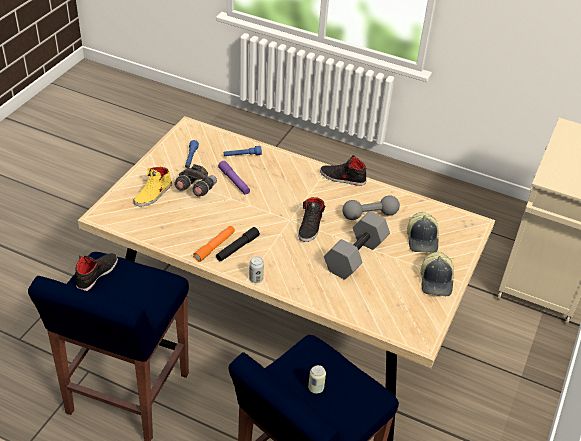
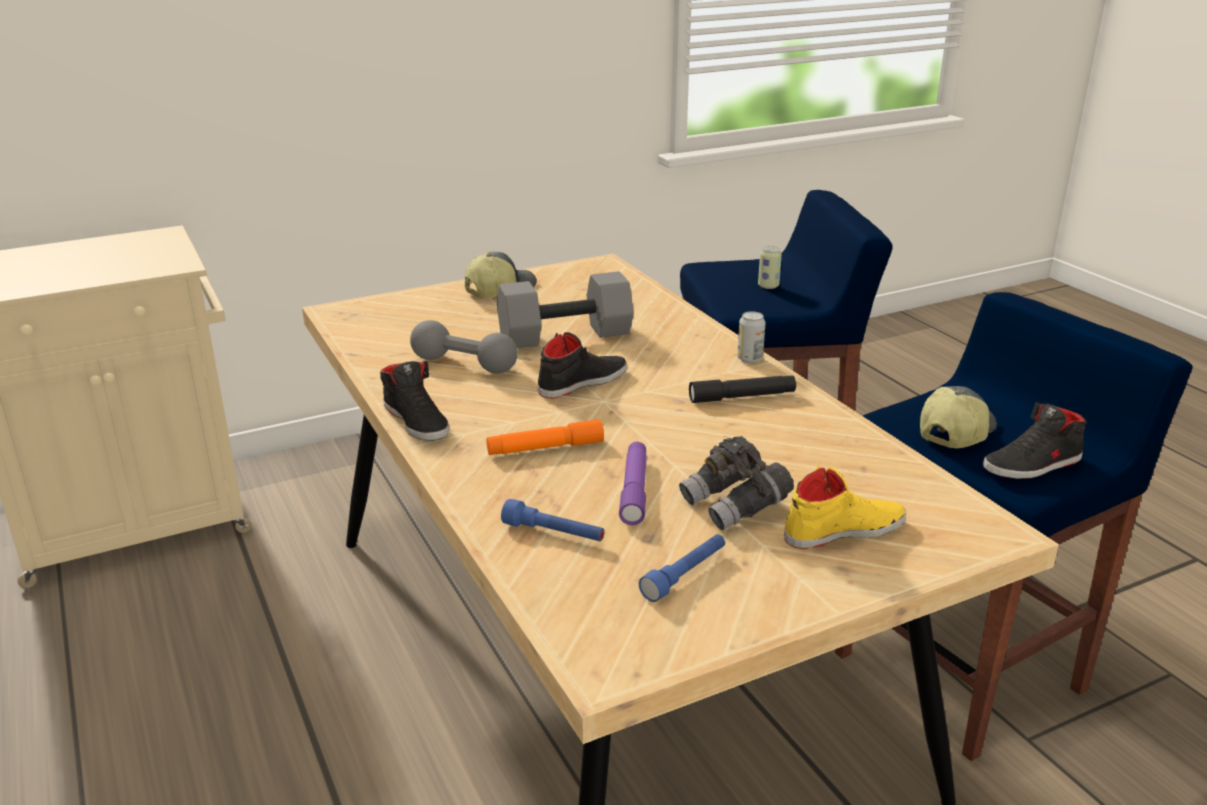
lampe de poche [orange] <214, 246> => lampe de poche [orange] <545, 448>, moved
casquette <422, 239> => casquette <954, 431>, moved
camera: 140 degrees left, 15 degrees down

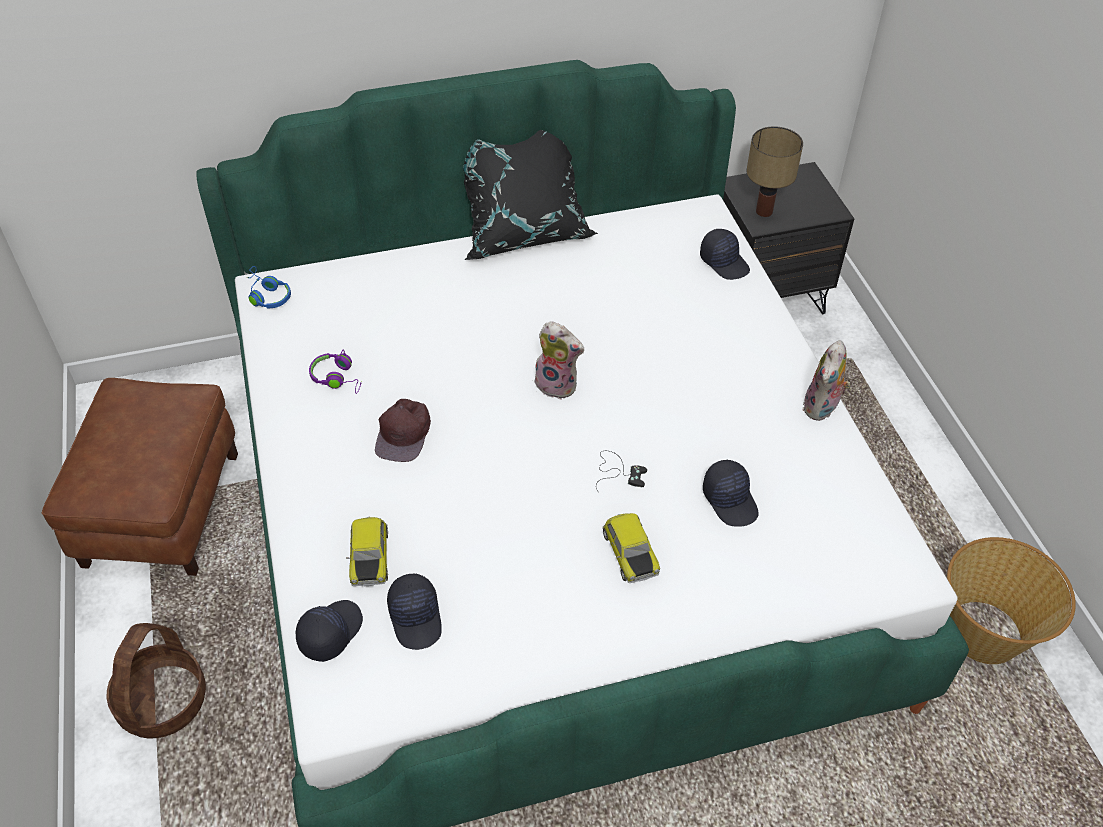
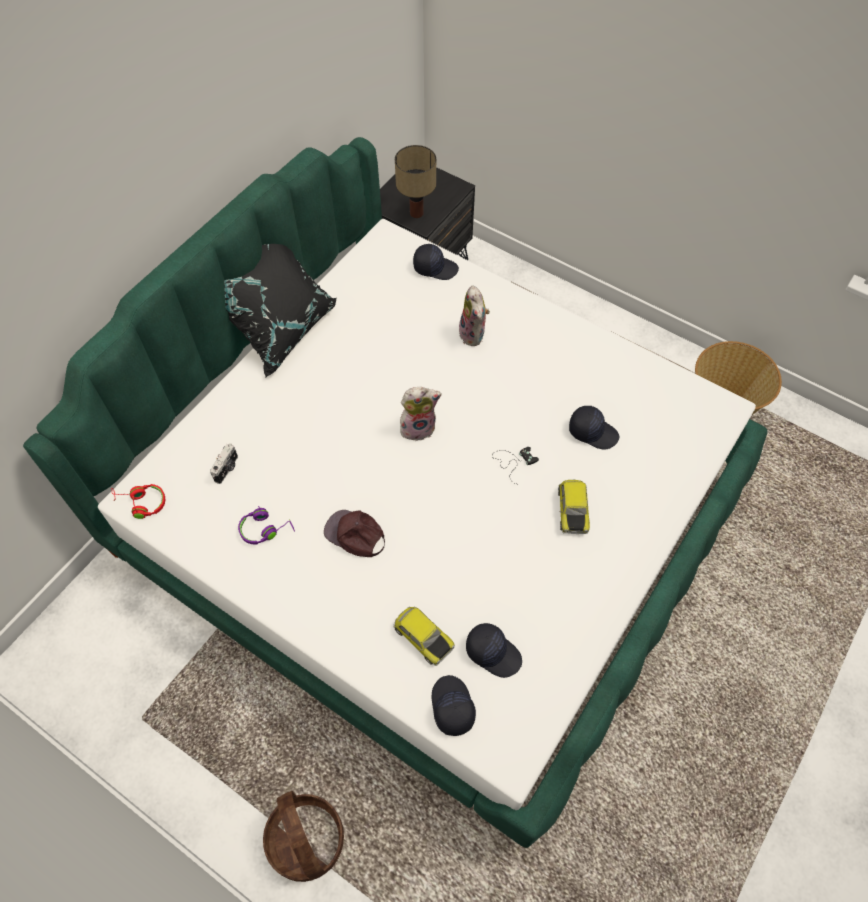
pouf [marron] <161, 508> => nothing
nothing => appareil photo <227, 469>
peluche <822, 408> => peluche <474, 334>, moved
casque audio [bleu] <267, 295> => casque audio [rouge] <141, 503>
casquette [marron] <404, 433> => casquette [marron] <355, 535>, 150 degrees clockwise
petite voiture <629, 553> => petite voiture <572, 510>, 60 degrees clockwise
camera: 40 degrees left, 10 degrees up

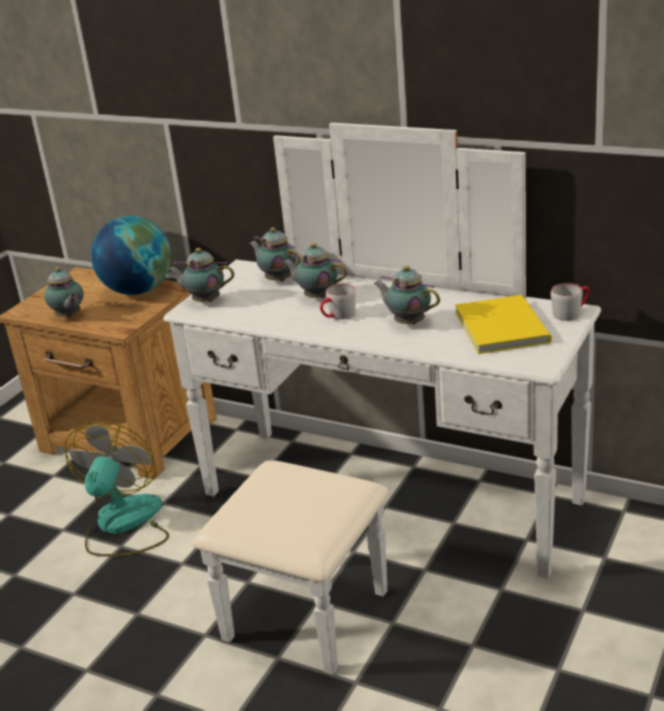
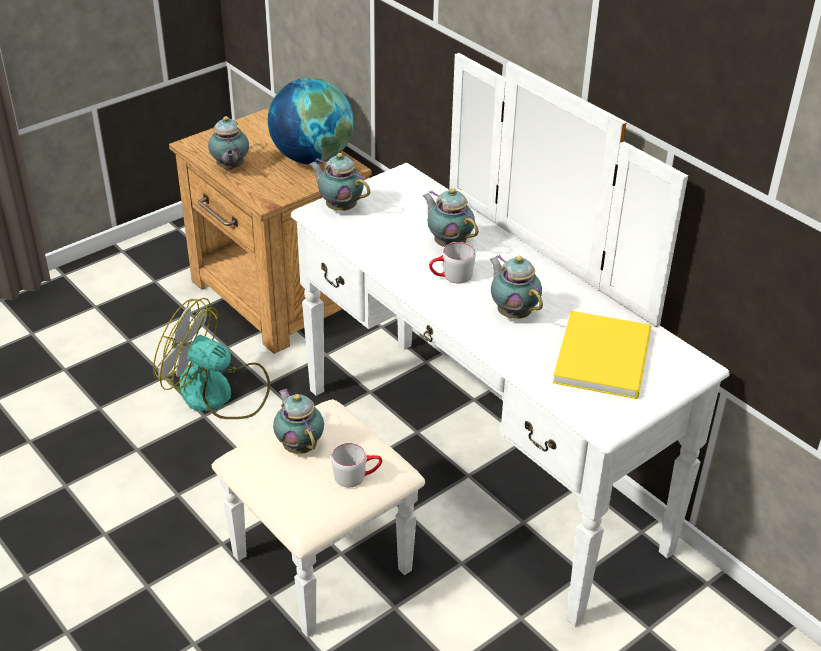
théière <278, 279> => théière <299, 445>, moved
mug [gris] <571, 312> => mug [gris] <357, 476>, moved
ventilateur <122, 525> => ventilateur <218, 393>, 105 degrees counterclockwise
camera: 20 degrees right, 10 degrees up

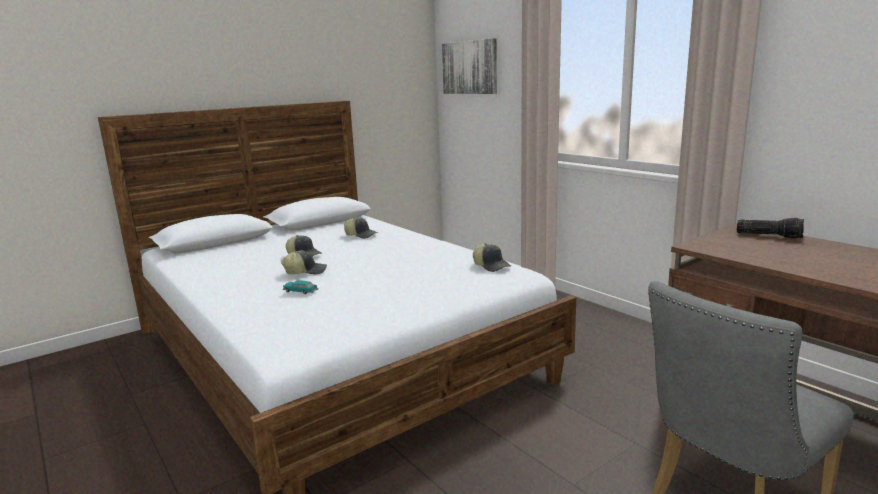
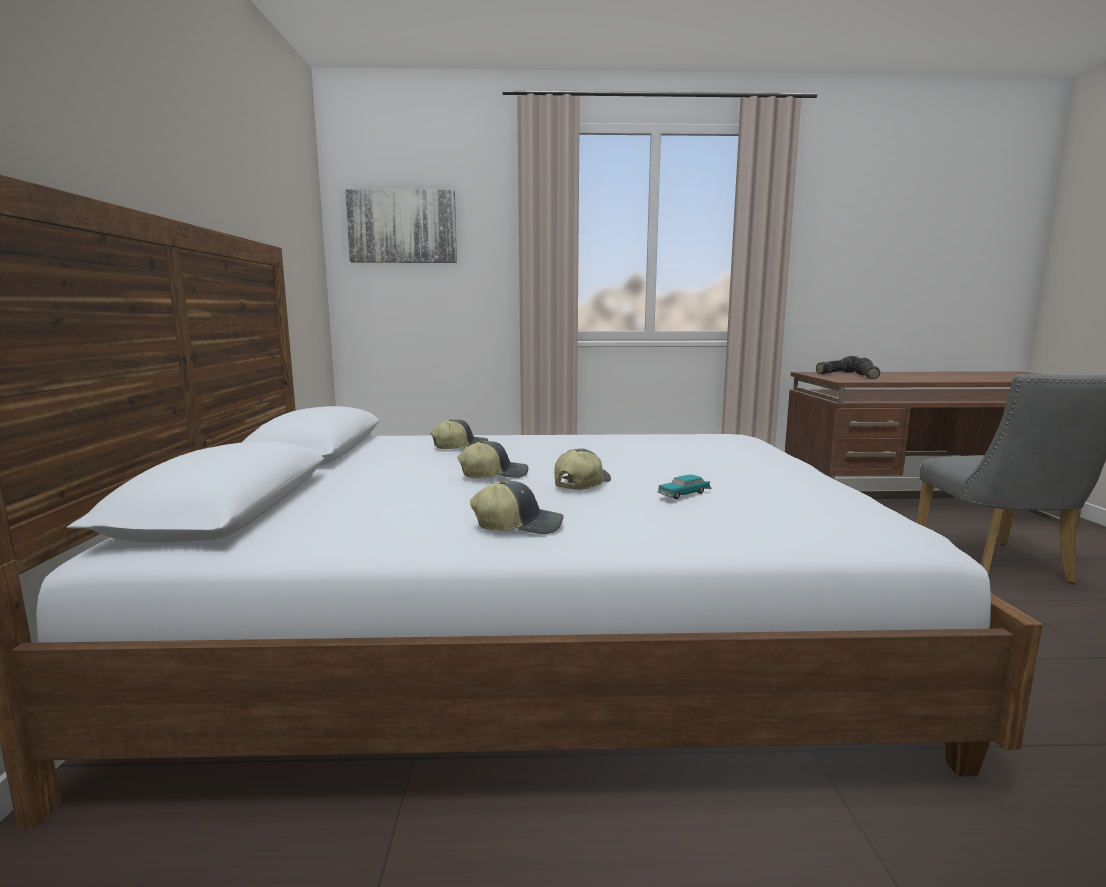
nothing => lampe de poche <865, 377>
casquette <491, 266> => casquette <519, 526>, moved
camera: 55 degrees left, 5 degrees down

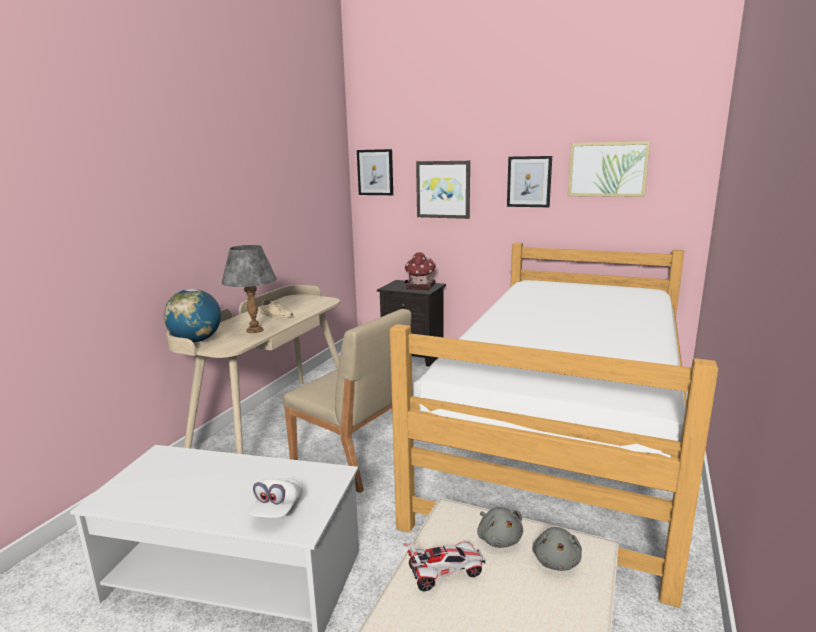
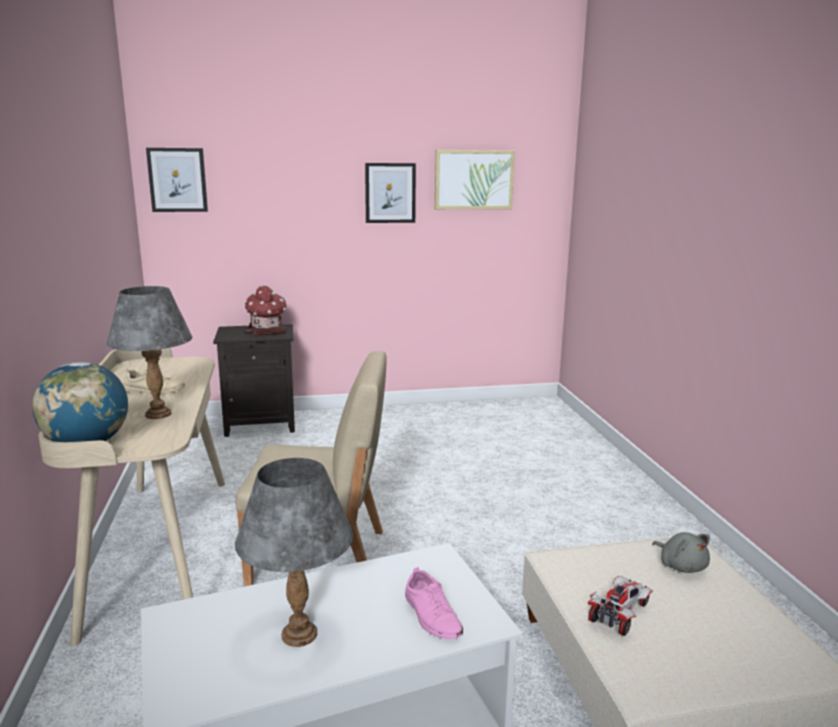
lit <564, 438> => nothing
tableau <443, 189> => nothing
peluche [gris] <498, 538> => nothing
nothing => lampe de table [gris] <300, 634>
casquette [blanc] <277, 510> => chaussure [rose] <432, 615>
camera: 35 degrees left, 0 degrees up

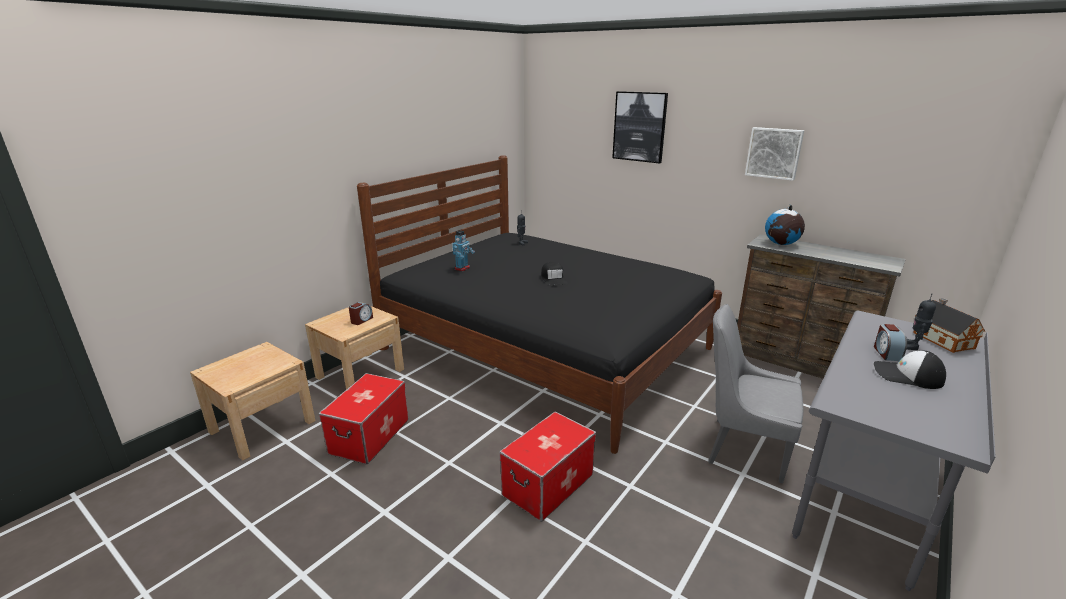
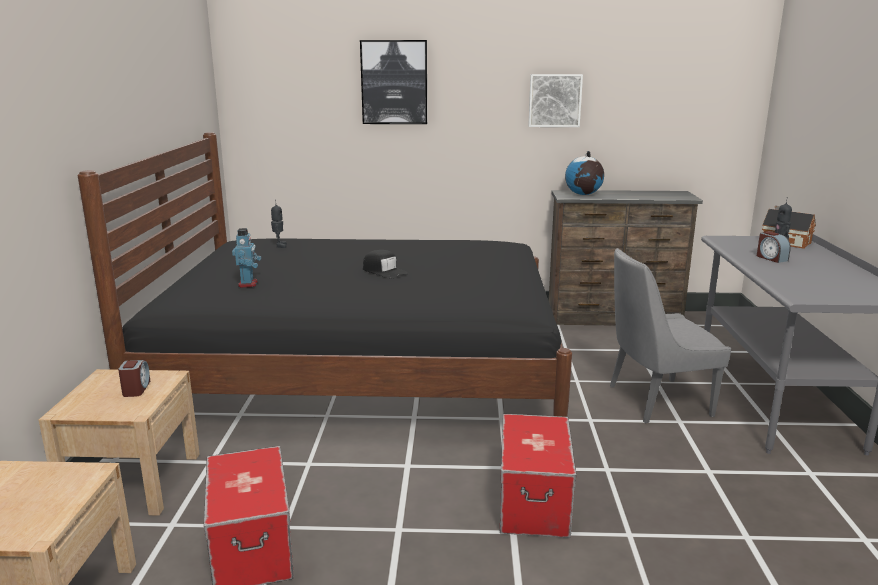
casquette <907, 375> => nothing
camera: 35 degrees left, 5 degrees down

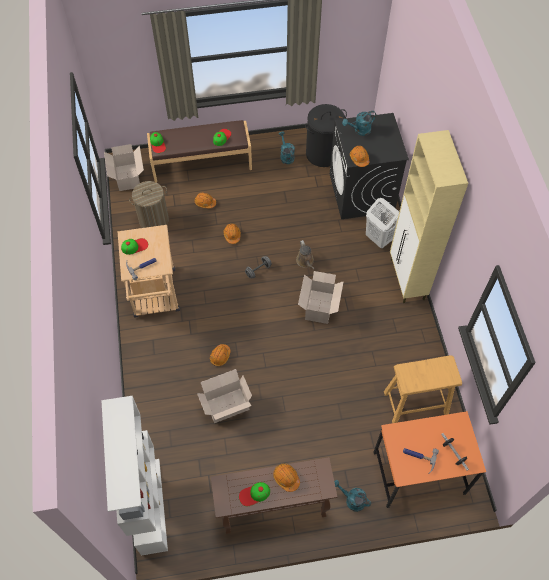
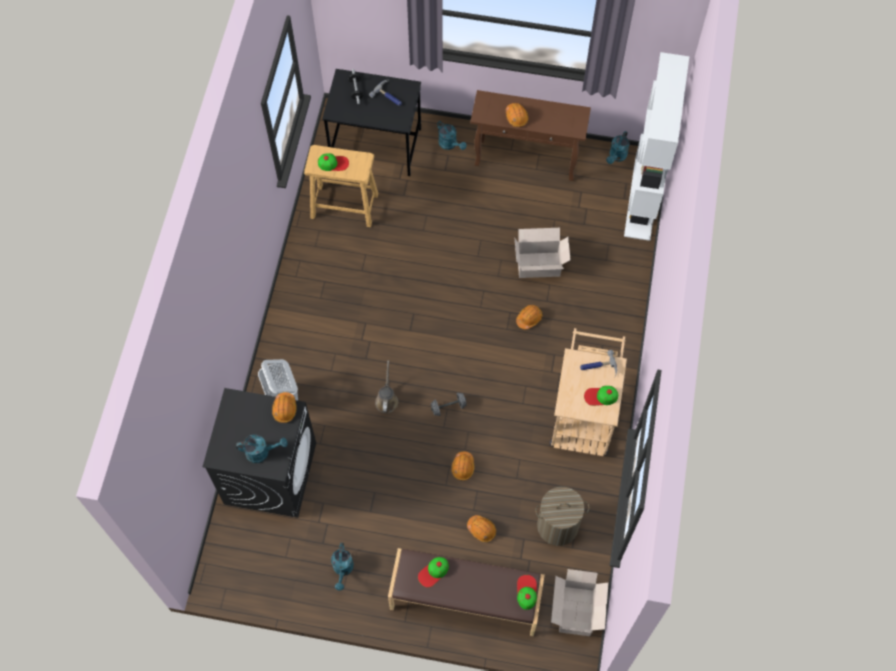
carton <319, 306> => nothing
panier à linge [noir] <323, 153> => nothing
meuble de rangement [beige] <407, 280> => nothing
nothing => arrosoir [turquoise] <616, 157>
casquette <254, 494> => casquette <333, 163>, moved
bureau [orange] <418, 473> => bureau [noir] <376, 146>
camera: 160 degrees left, 5 degrees up

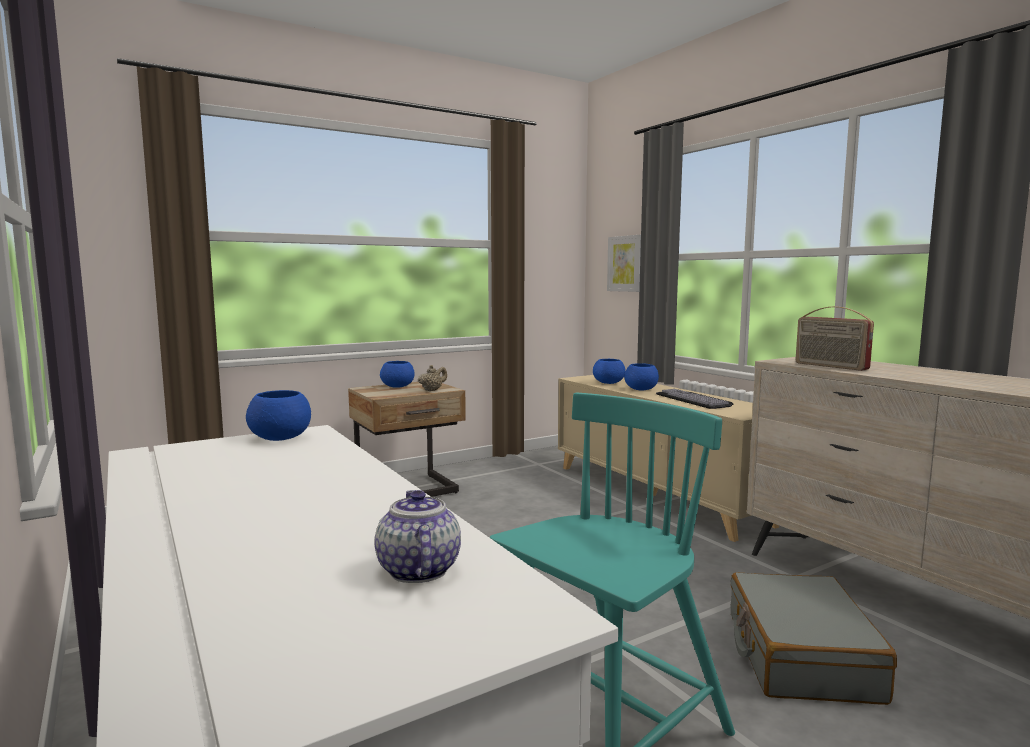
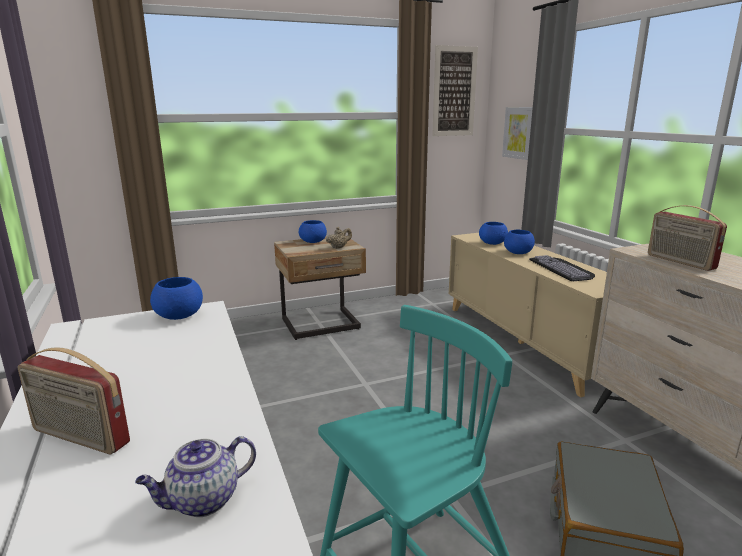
nothing => radio <79, 437>
nothing => tableau <454, 92>
théière <417, 569> => théière <202, 501>, 120 degrees counterclockwise
camera: 10 degrees right, 10 degrees up

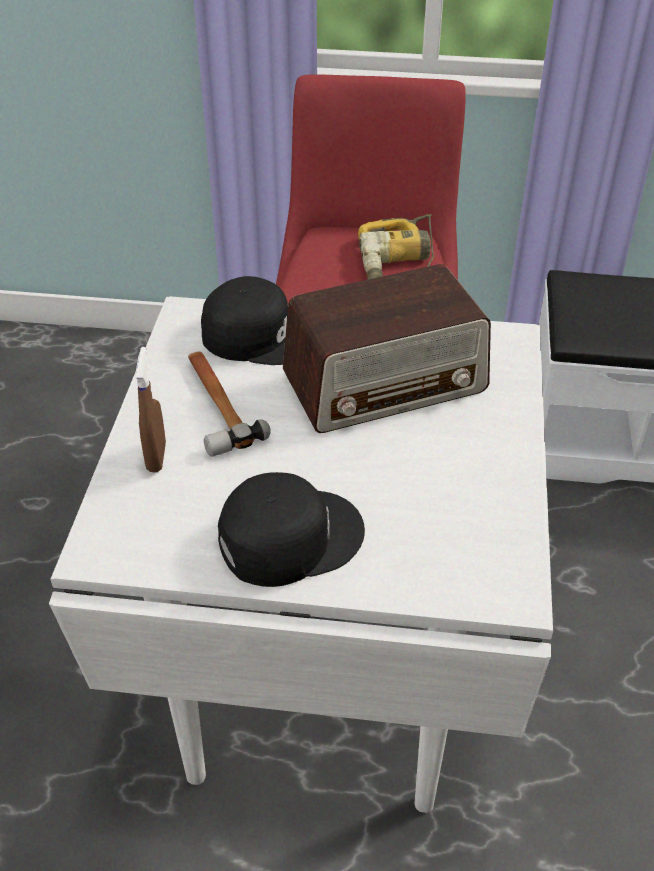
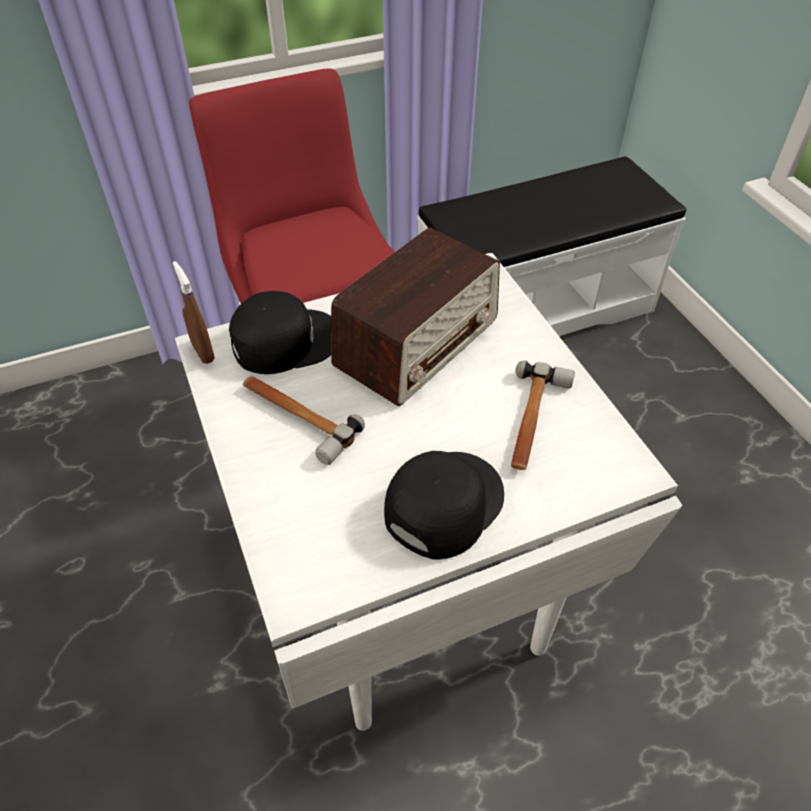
perceuse <398, 260> => nothing
nothing => marteau <533, 421>
vaporisateur [marron] <156, 457> => vaporisateur [marron] <203, 352>, moved
camera: 30 degrees left, 5 degrees up

